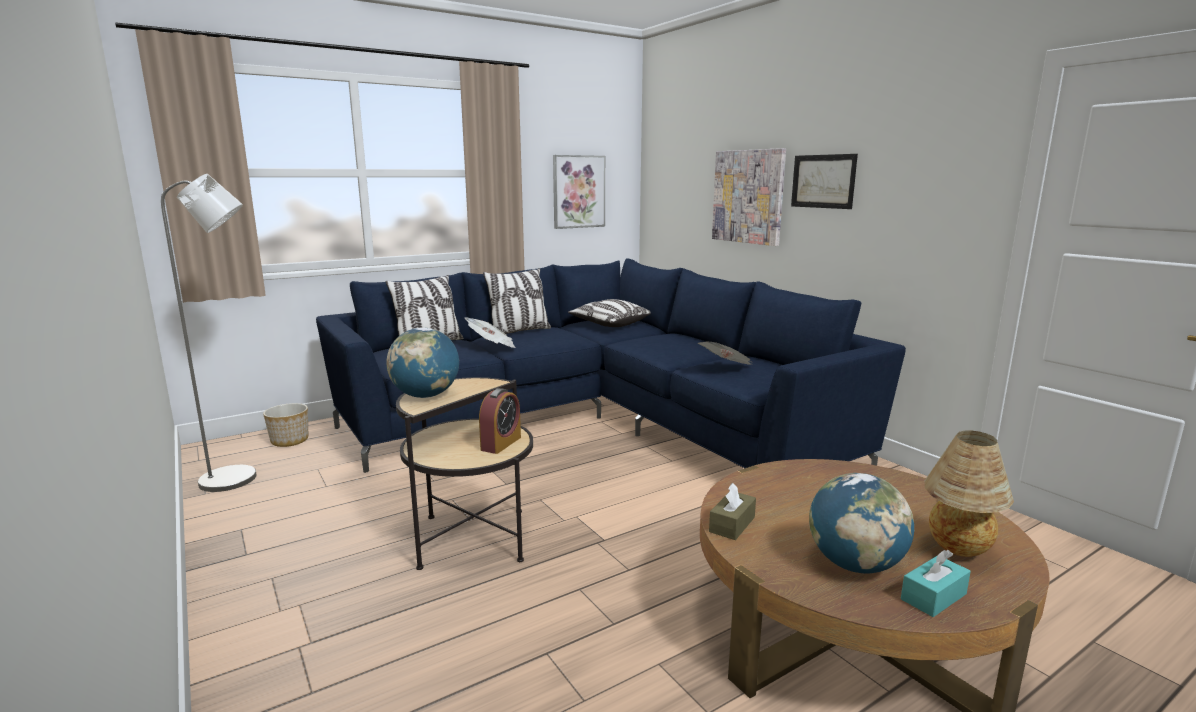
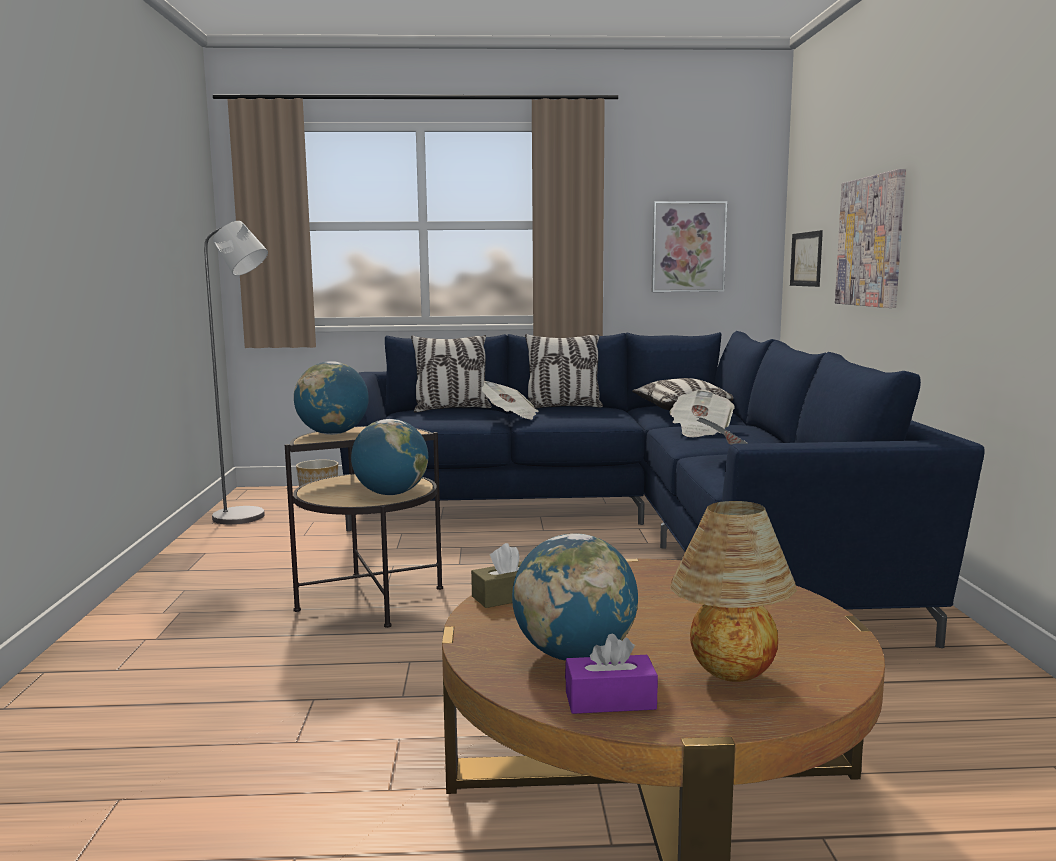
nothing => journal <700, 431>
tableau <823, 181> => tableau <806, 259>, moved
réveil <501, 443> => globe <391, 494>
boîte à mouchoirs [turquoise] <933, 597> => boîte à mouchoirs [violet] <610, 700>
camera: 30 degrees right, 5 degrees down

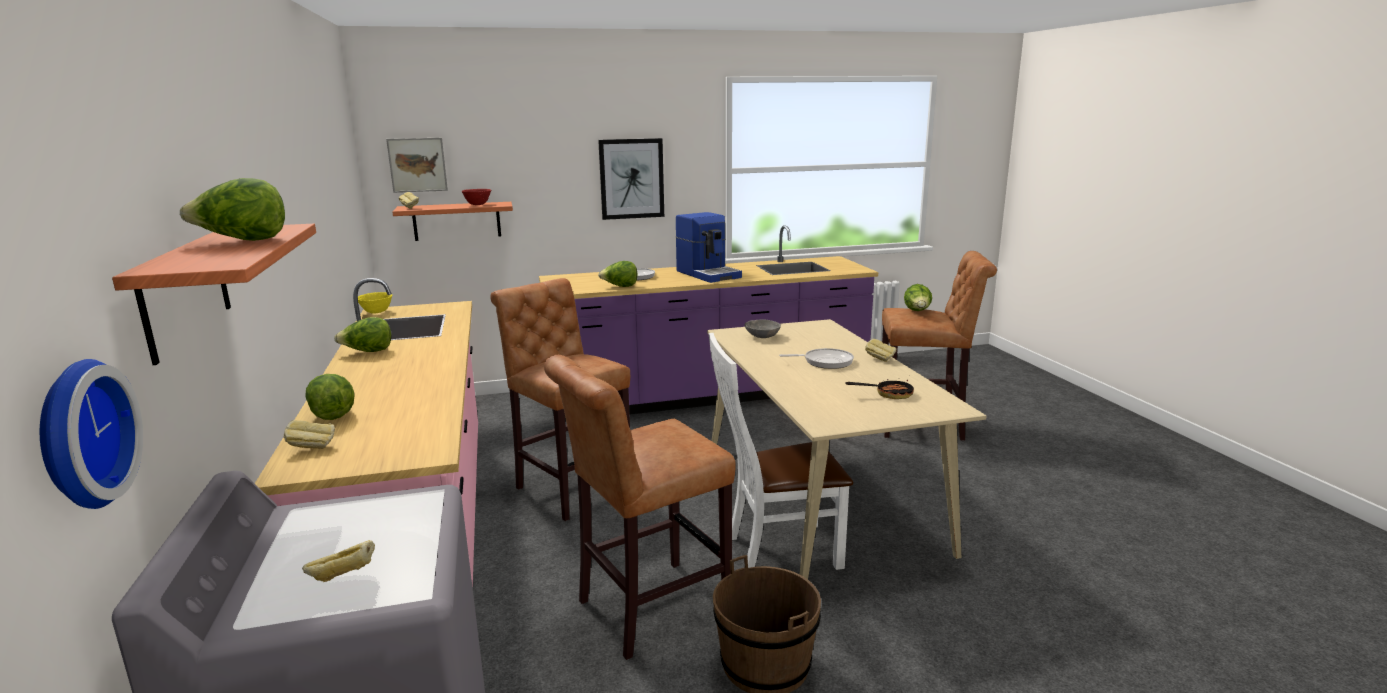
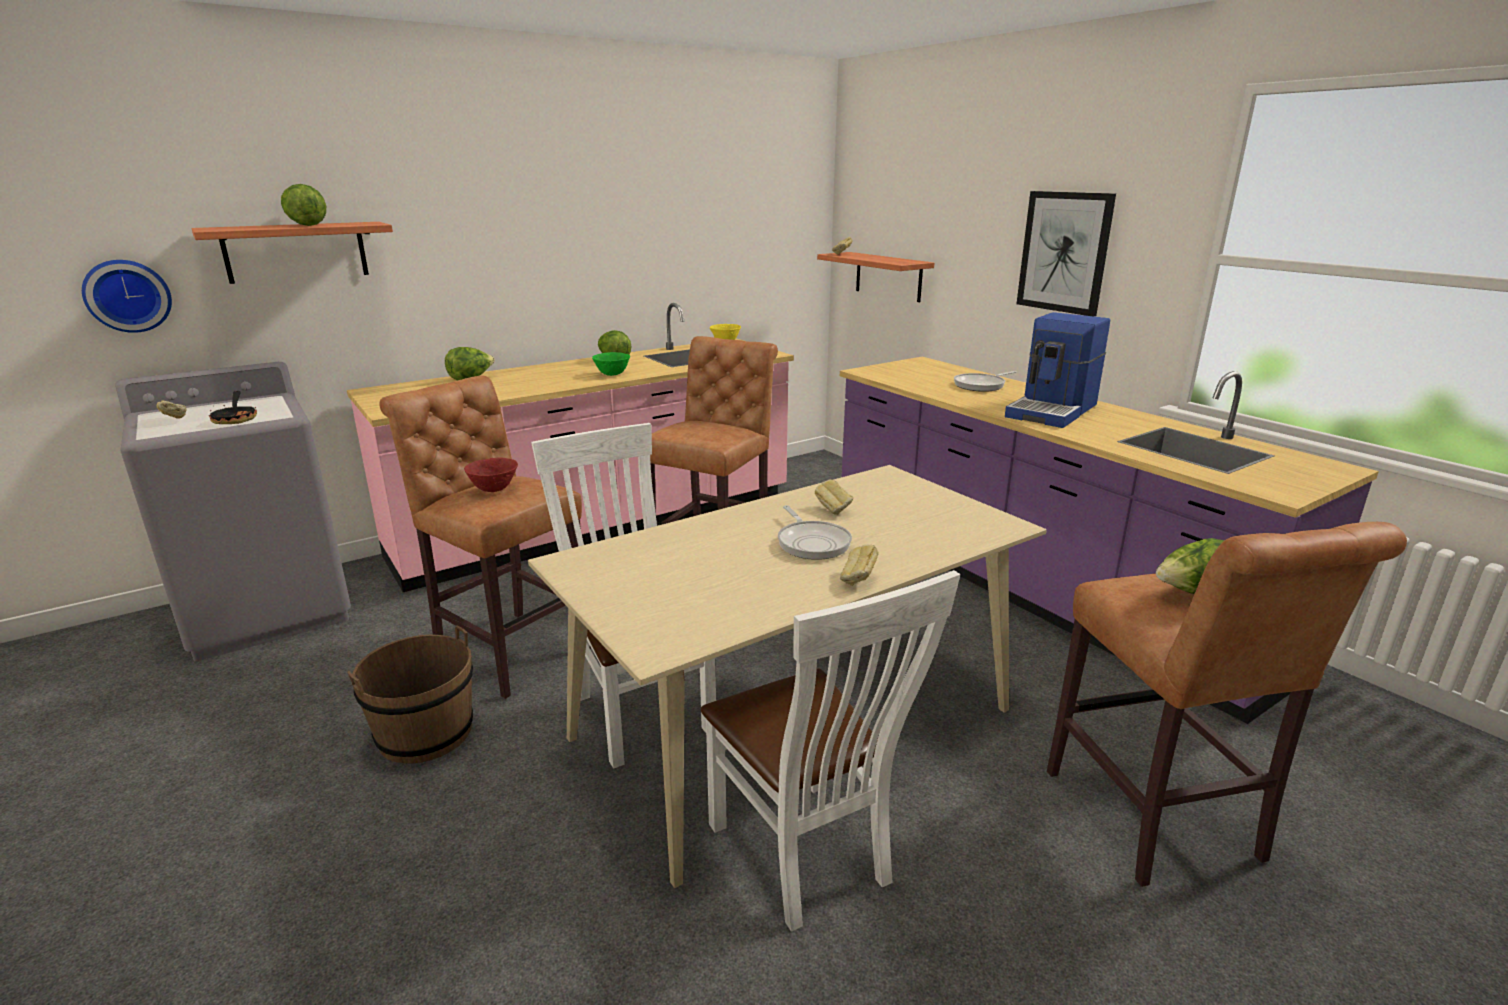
tableau <417, 165> => nothing
laitue <620, 287> => nothing
bol [gris] <761, 337> => nothing
nothing => bol [vert] <612, 375>
nothing => chaise [blanc] <806, 858>
pain <312, 448> => pain <833, 510>, moved
bol [rouge] <478, 205> => bol [rouge] <494, 489>, moved
poêle <888, 394> => poêle <236, 418>, moved
camera: 70 degrees right, 5 degrees up

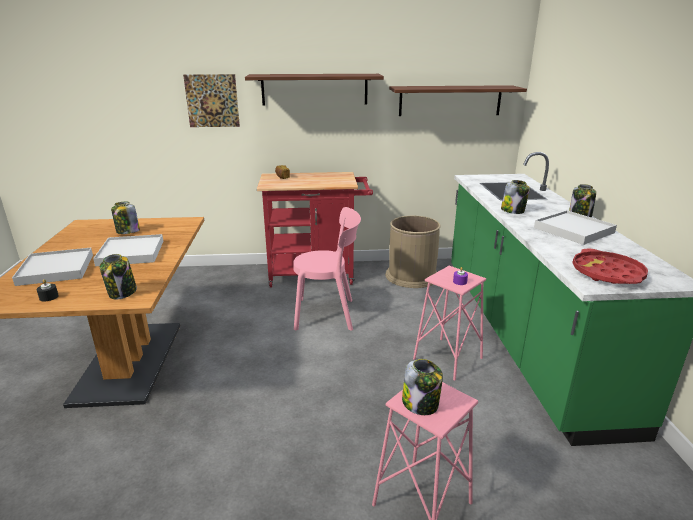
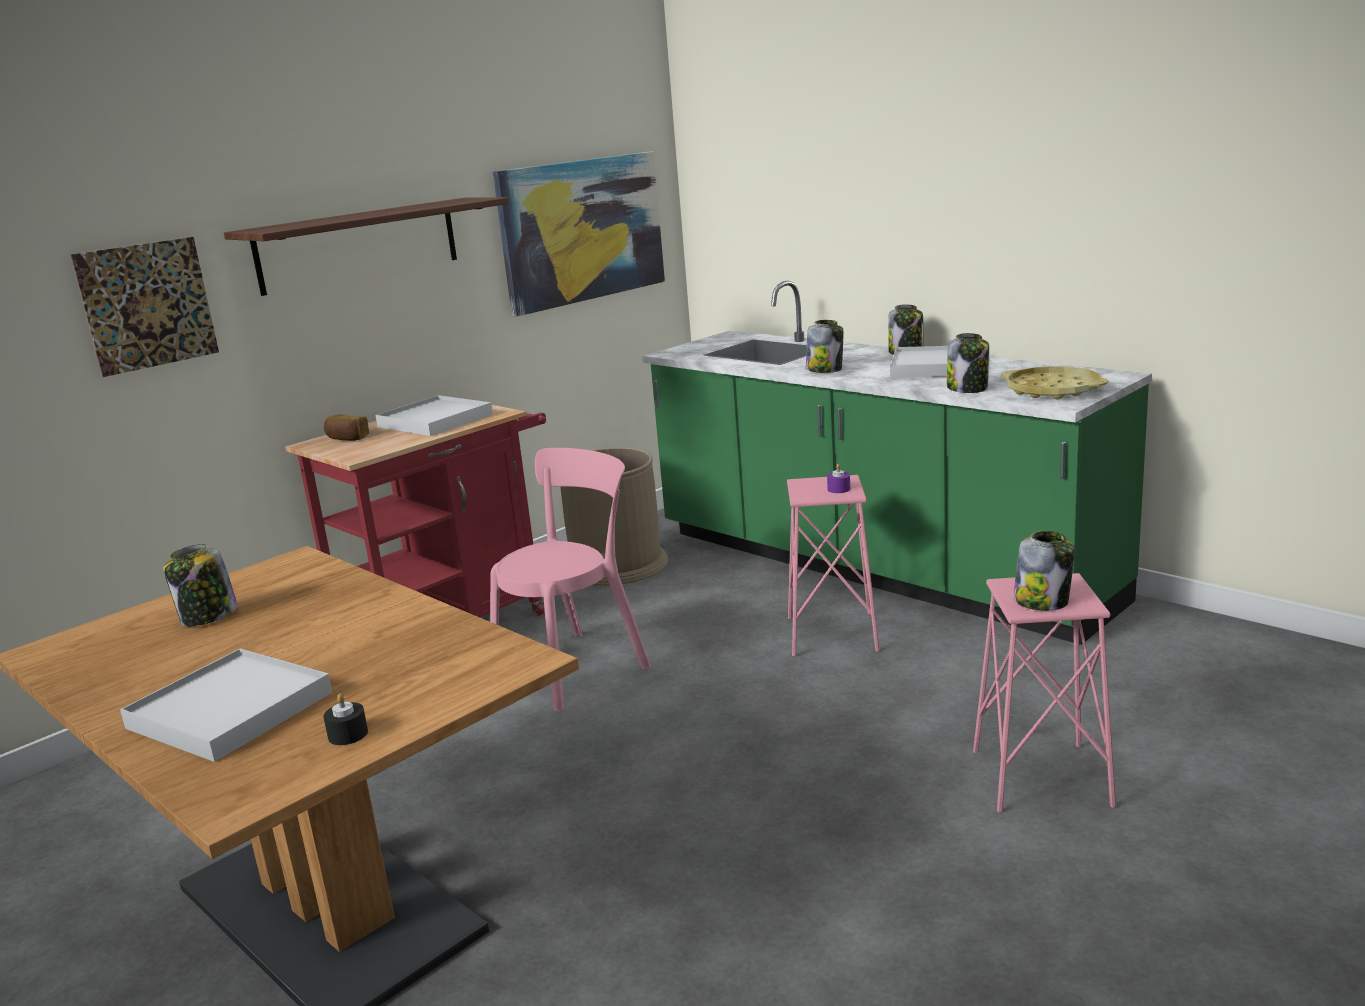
plateau [blanc] <131, 253> => plateau [blanc] <435, 421>, moved
bocal <122, 293> => bocal <968, 388>, moved
étagère <450, 100> => tableau <582, 230>
plateau [rouge] <607, 273> => plateau [jaune] <1053, 390>
camera: 40 degrees left, 5 degrees down

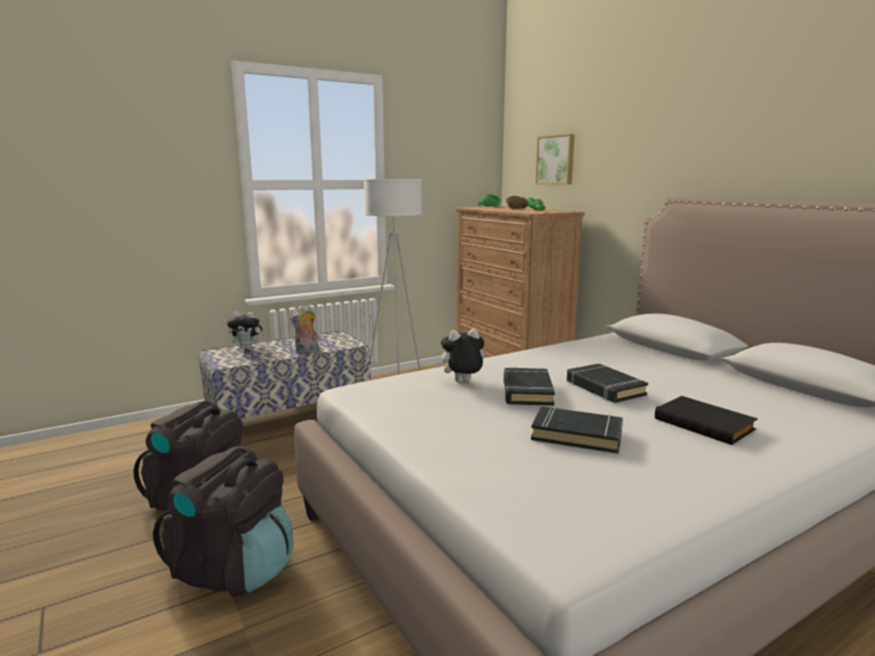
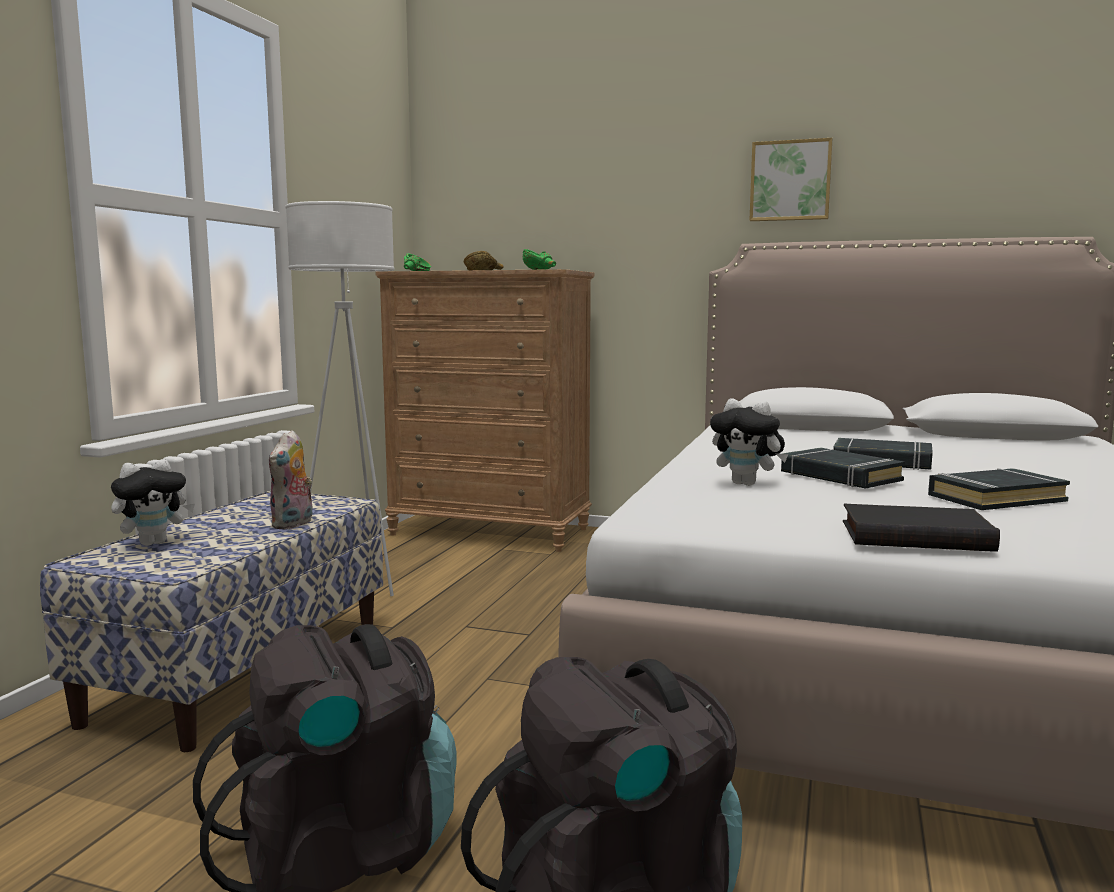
tableau <556, 160> => tableau <790, 181>, moved
livre [noir] <705, 424> => livre [noir] <915, 535>, moved
peluche <462, 382> => peluche <747, 484>, 90 degrees counterclockwise
camera: 40 degrees left, 5 degrees down

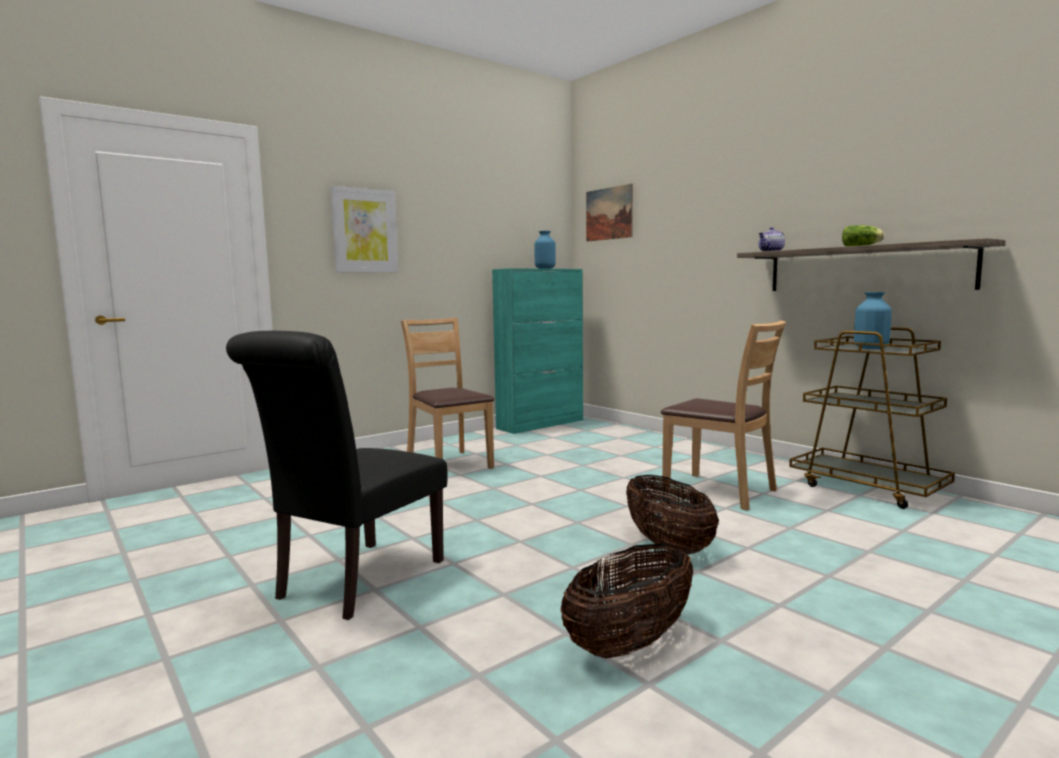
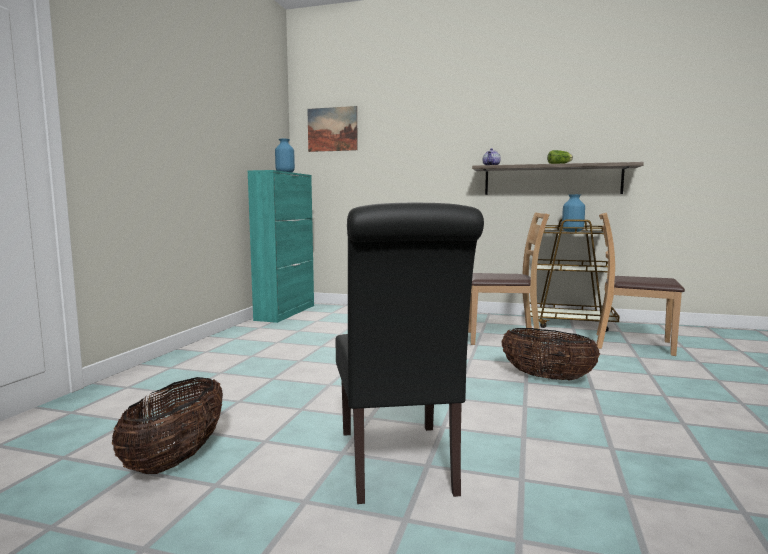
tableau <364, 231> => nothing
chaise [marron] <449, 464> => chaise [marron] <632, 344>, moved
panier <630, 643> => panier <176, 459>, moved
camera: 35 degrees left, 0 degrees up

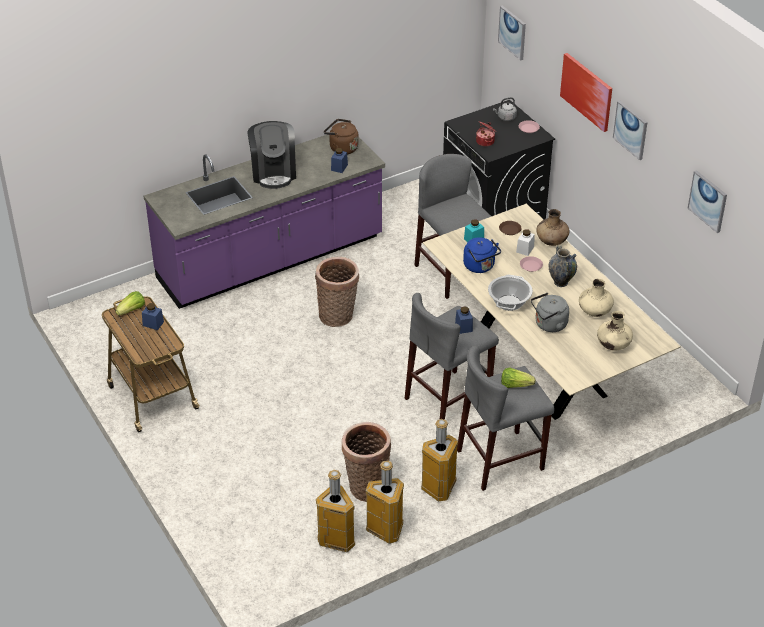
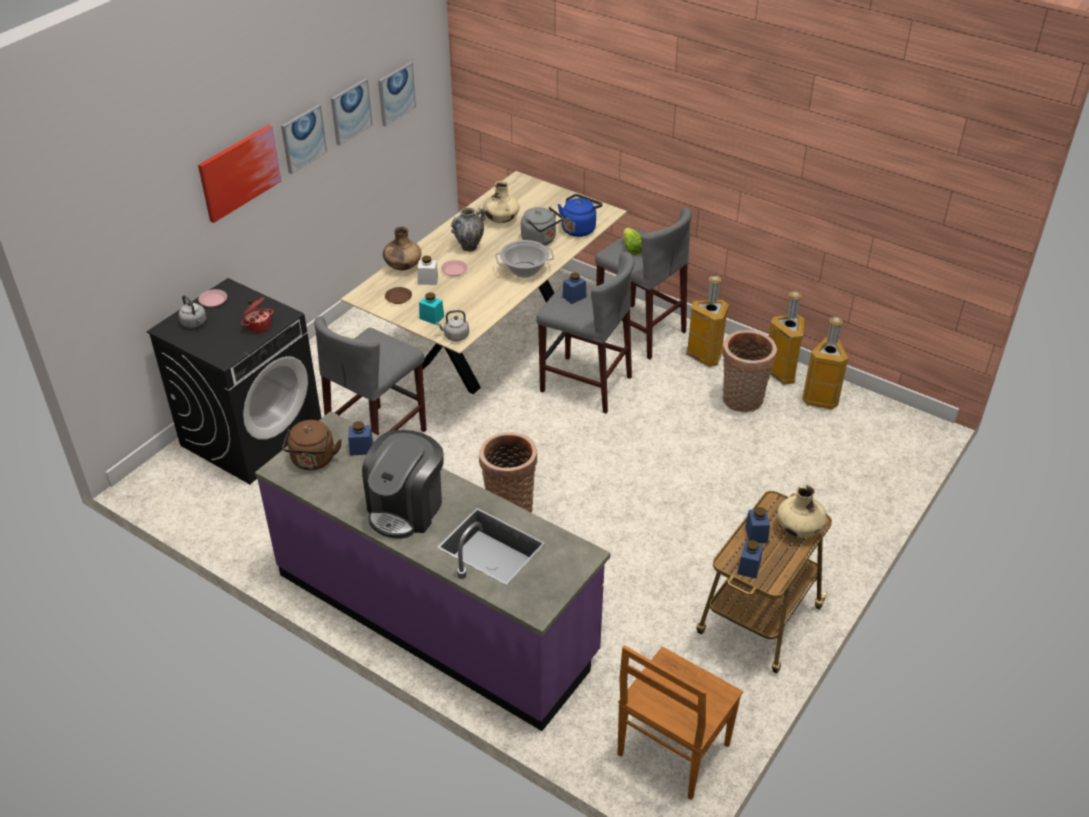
nothing => bouilloire [gris] <455, 336>
nothing => chaise [marron] <671, 752>
bouilloire [bleu] <480, 267> => bouilloire [bleu] <579, 228>, moved
tableau <512, 32> => tableau <350, 111>, moved
vase [beige] <613, 345> => vase [beige] <799, 529>, moved
laitue <132, 310> => bocal [bleu] <749, 567>
machine à café <273, 172> => machine à café <406, 508>, 150 degrees clockwise
camera: 115 degrees left, 0 degrees up

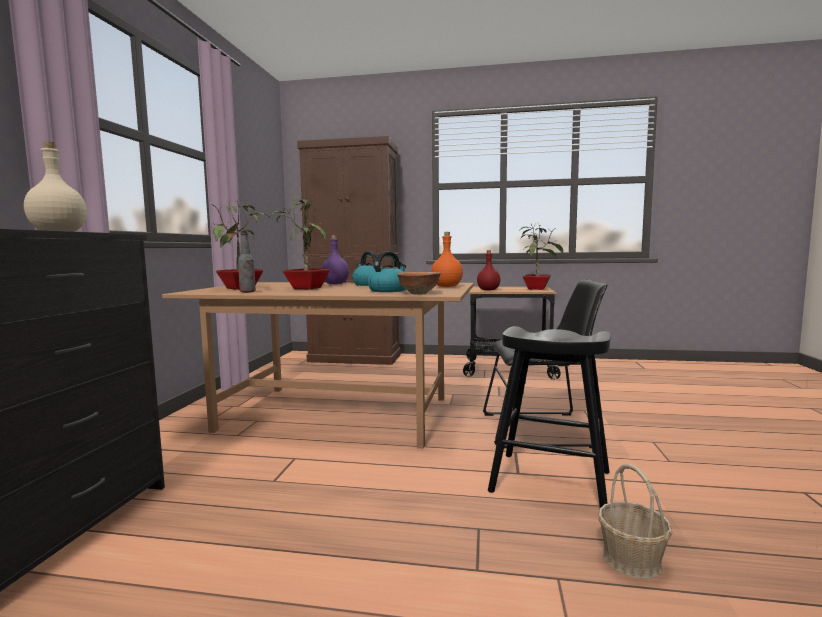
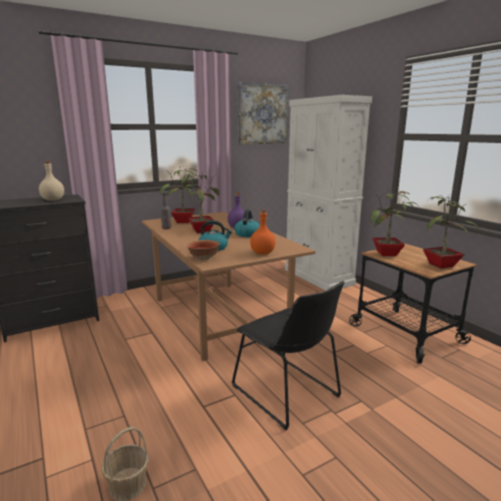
tabouret [noir] <551, 482> => nothing
nothing => tableau <262, 114>
bouteille [rouge] <488, 290> => plante en pot <387, 254>
meuble de rangement [marron] <355, 358> => meuble de rangement [blanc] <318, 276>
camera: 50 degrees right, 10 degrees up

